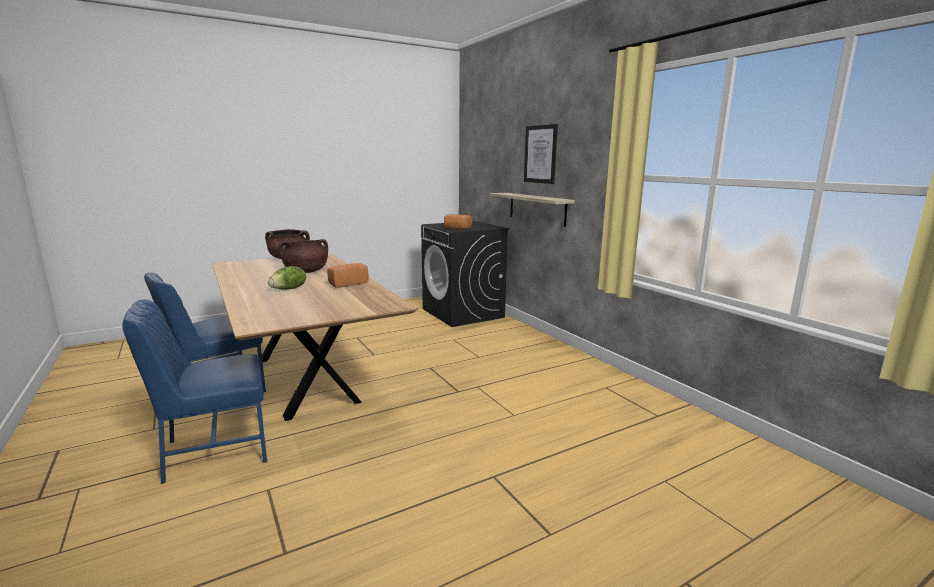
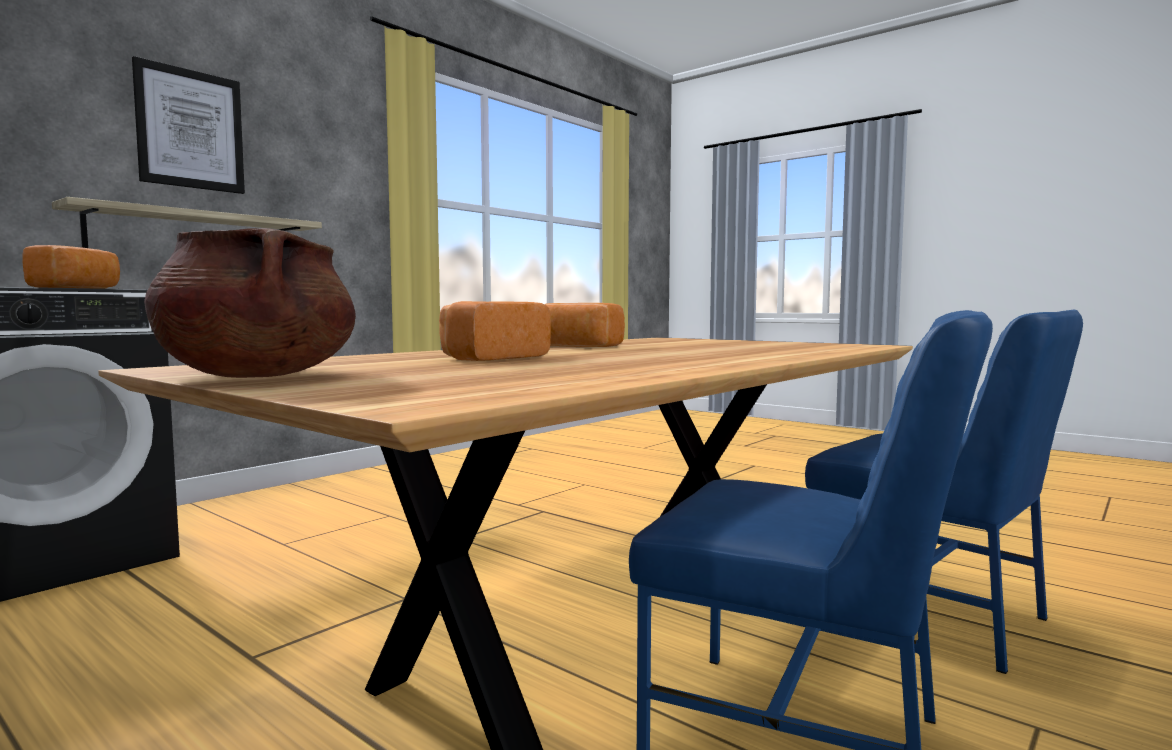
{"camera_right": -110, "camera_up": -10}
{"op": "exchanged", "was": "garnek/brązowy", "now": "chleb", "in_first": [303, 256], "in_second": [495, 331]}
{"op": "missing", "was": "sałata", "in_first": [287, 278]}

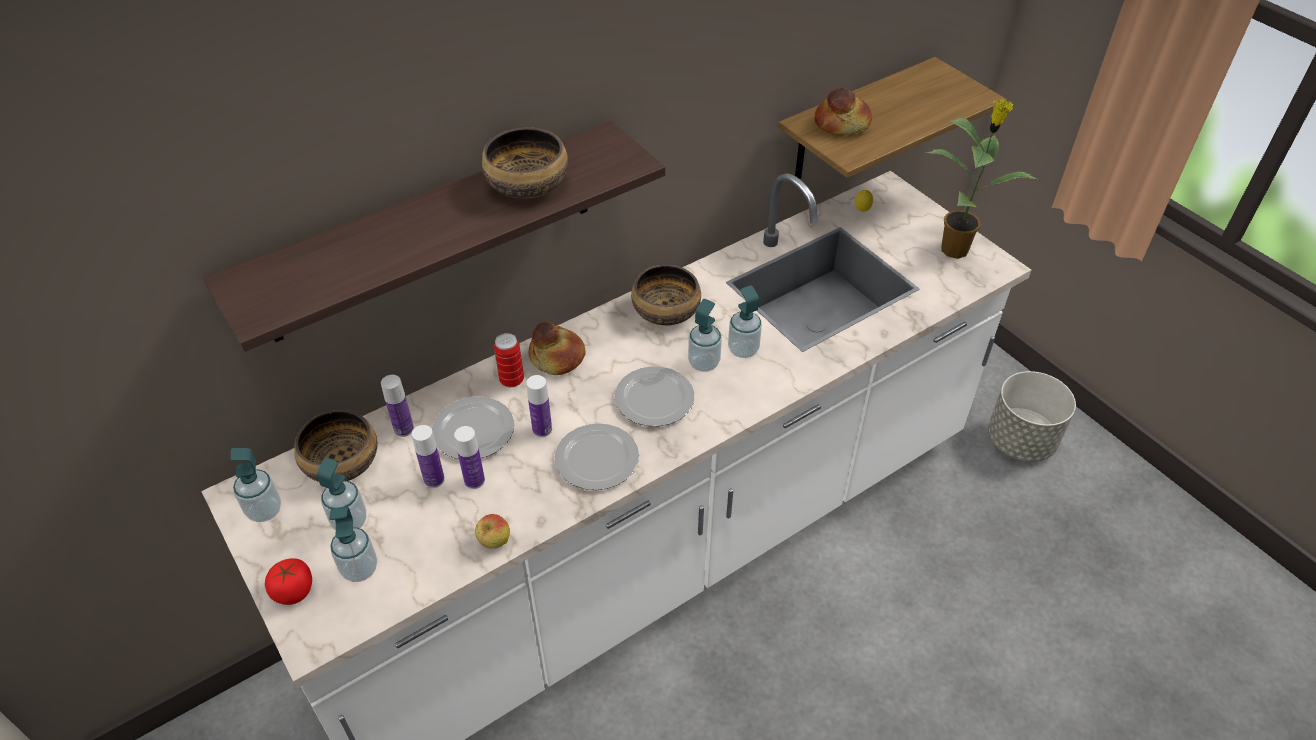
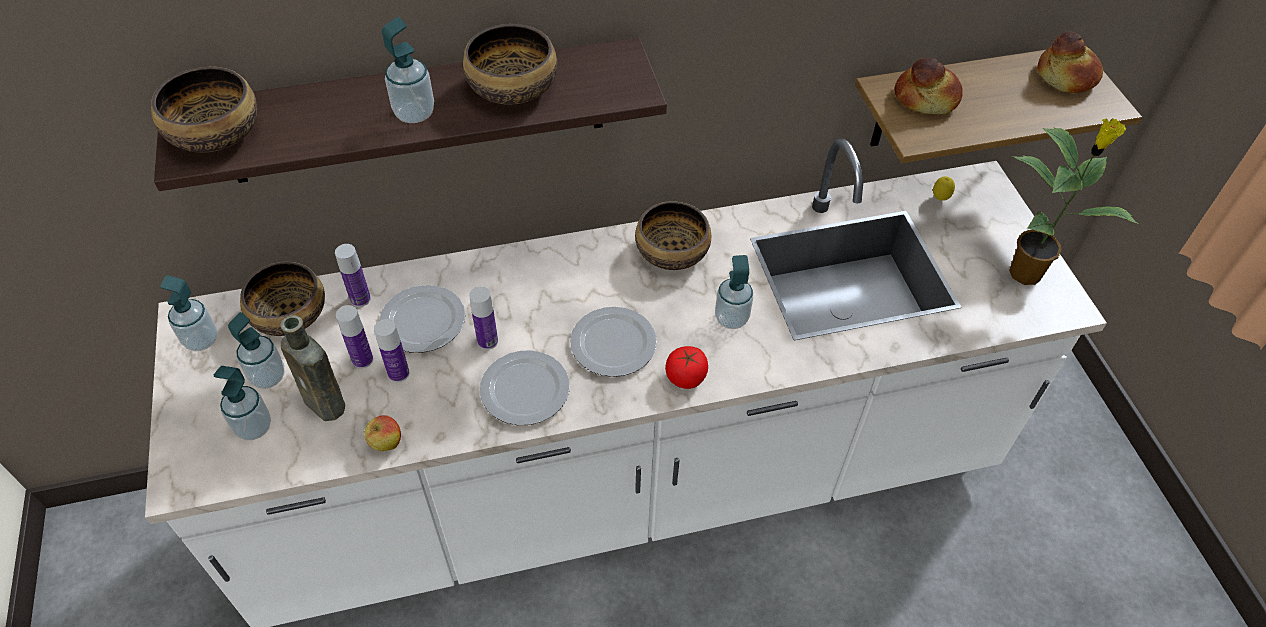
{"camera_right": 20, "camera_up": 5}
{"op": "relocated", "was": "dozownik mydła", "in_first": [705, 335], "in_second": [408, 70]}
{"op": "relocated", "was": "chleb", "in_first": [557, 348], "in_second": [1070, 62]}
{"op": "missing", "was": "puszka", "in_first": [509, 360]}
{"op": "missing", "was": "donica/szary", "in_first": [1032, 416]}
{"op": "relocated", "was": "pomidor", "in_first": [288, 581], "in_second": [686, 367]}
{"op": "appeared", "now": "miska", "in_second": [204, 110]}
{"op": "appeared", "now": "butelka/brązowy", "in_second": [312, 368]}

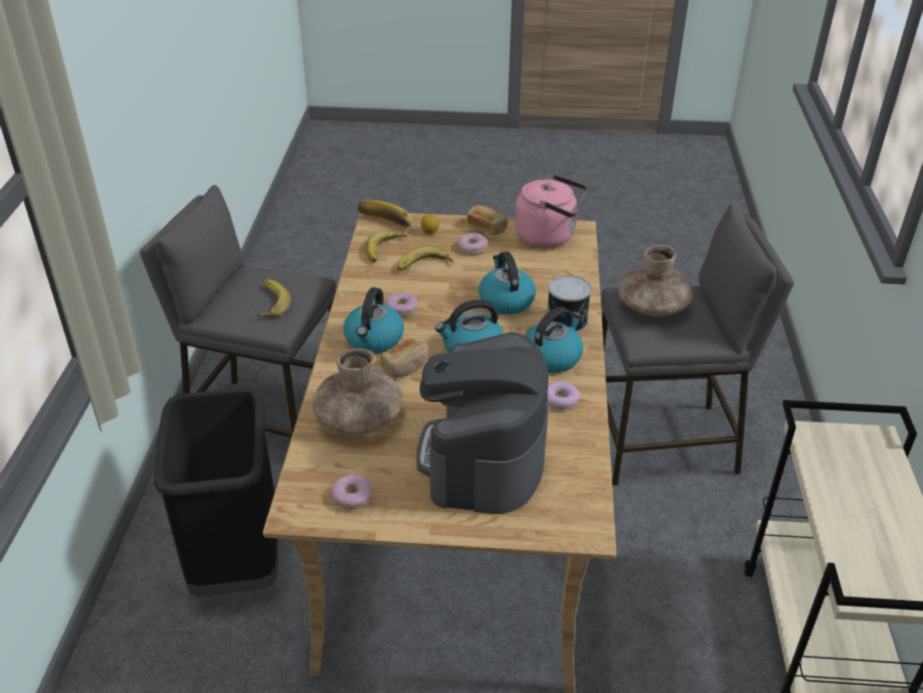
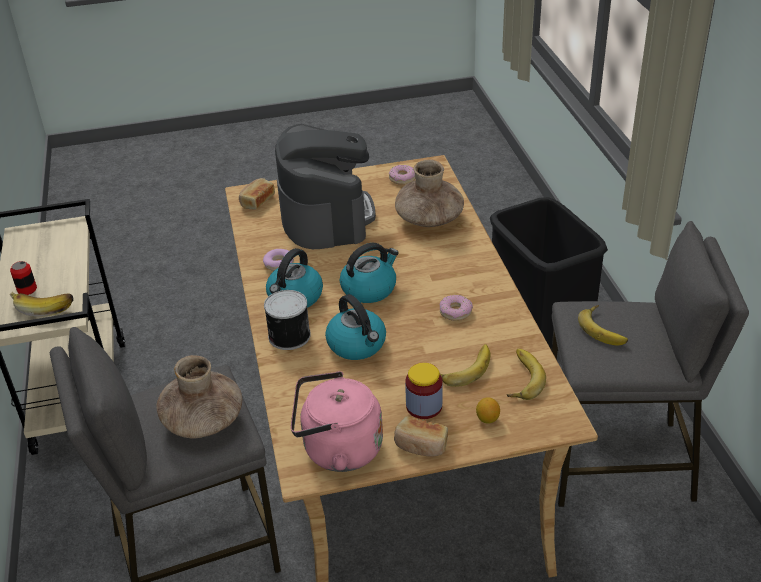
{"camera_right": 165, "camera_up": 0}
{"op": "relocated", "was": "banan", "in_first": [386, 213], "in_second": [41, 304]}
{"op": "exchanged", "was": "donut", "now": "słoik", "in_first": [472, 244], "in_second": [424, 391]}
{"op": "missing", "was": "czajnik", "in_first": [373, 320]}
{"op": "relocated", "was": "chleb", "in_first": [404, 358], "in_second": [257, 194]}
{"op": "appeared", "now": "puszka", "in_second": [23, 278]}

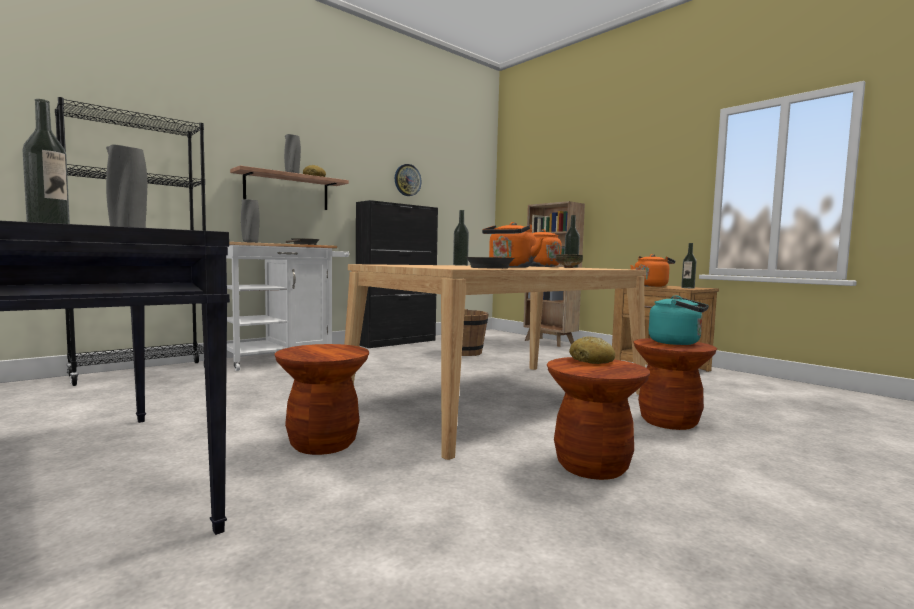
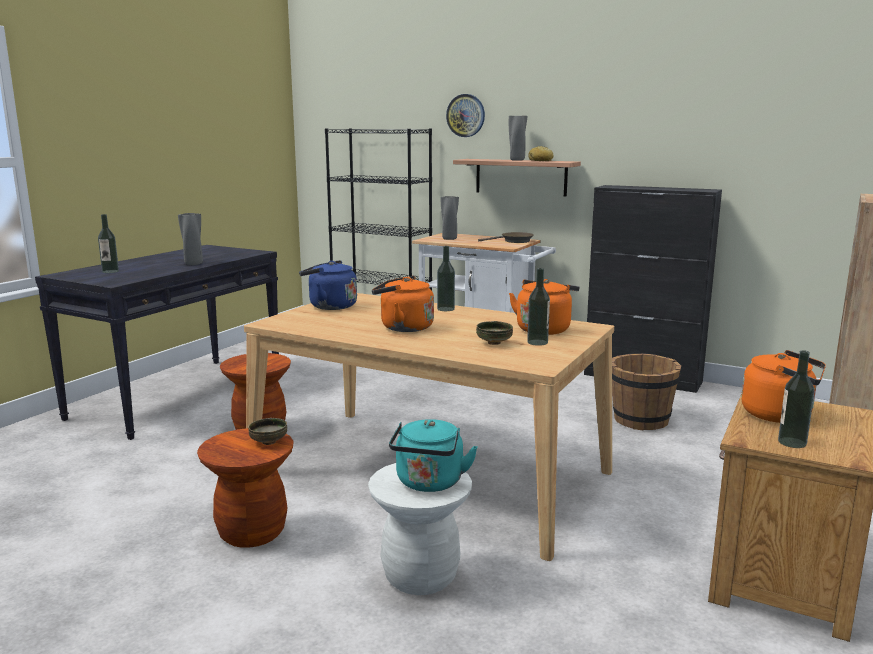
{"camera_right": 70, "camera_up": 10}
{"op": "relocated", "was": "zegar ścienny", "in_first": [408, 180], "in_second": [465, 115]}
{"op": "missing", "was": "patelnia/brązowy", "in_first": [490, 263]}
{"op": "exchanged", "was": "chleb", "now": "miska", "in_first": [592, 350], "in_second": [267, 431]}
{"op": "colour", "was": "stołek/brązowy", "now": "stołek/biały", "in_first": [675, 384], "in_second": [420, 529]}
{"op": "appeared", "now": "czajnik/niebieski", "in_second": [328, 285]}

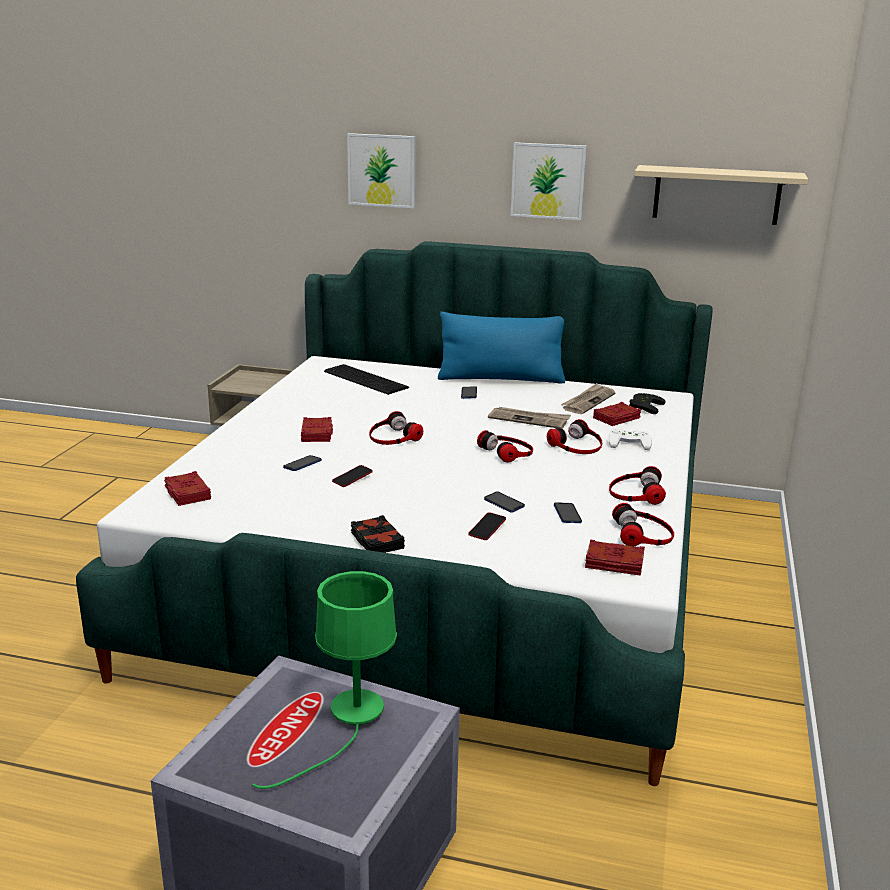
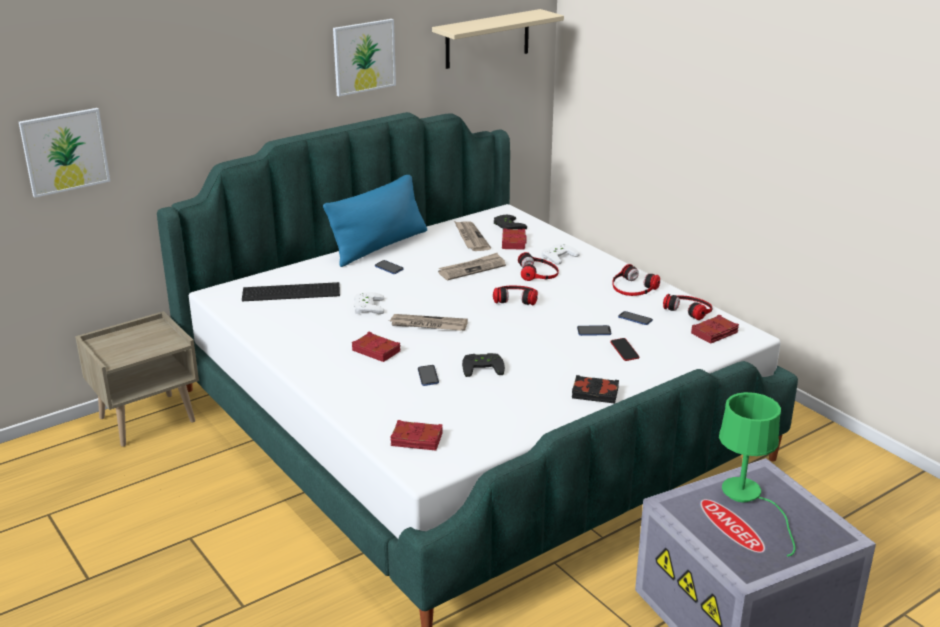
{"camera_right": -50, "camera_up": 5}
{"op": "relocated", "was": "obraz", "in_first": [381, 170], "in_second": [64, 153]}
{"op": "exchanged", "was": "słuchawki", "now": "gazeta", "in_first": [396, 428], "in_second": [429, 322]}
{"op": "exchanged", "was": "telefon", "now": "pad do gier/czarny", "in_first": [352, 476], "in_second": [483, 365]}
{"op": "appeared", "now": "pad do gier/biały", "in_second": [369, 303]}

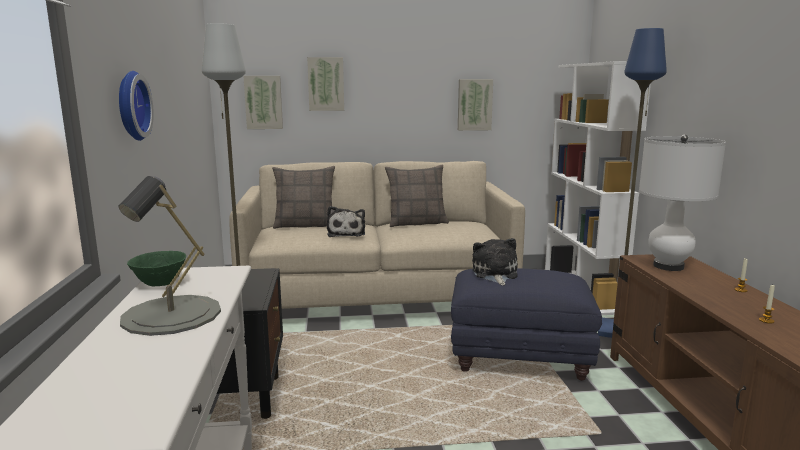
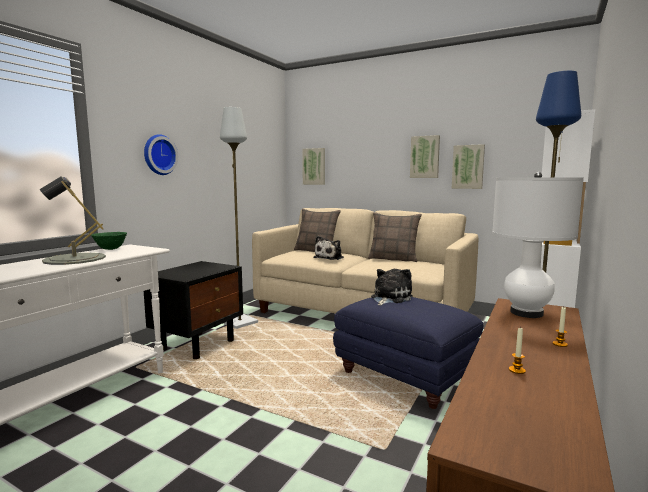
{"camera_right": 35, "camera_up": -5}
{"op": "relocated", "was": "obraz", "in_first": [325, 84], "in_second": [425, 156]}

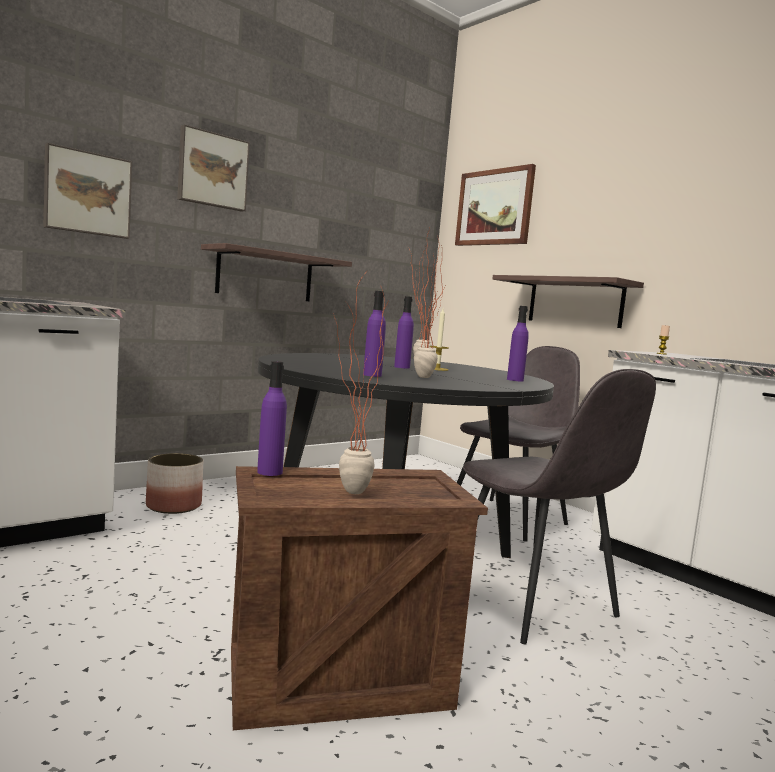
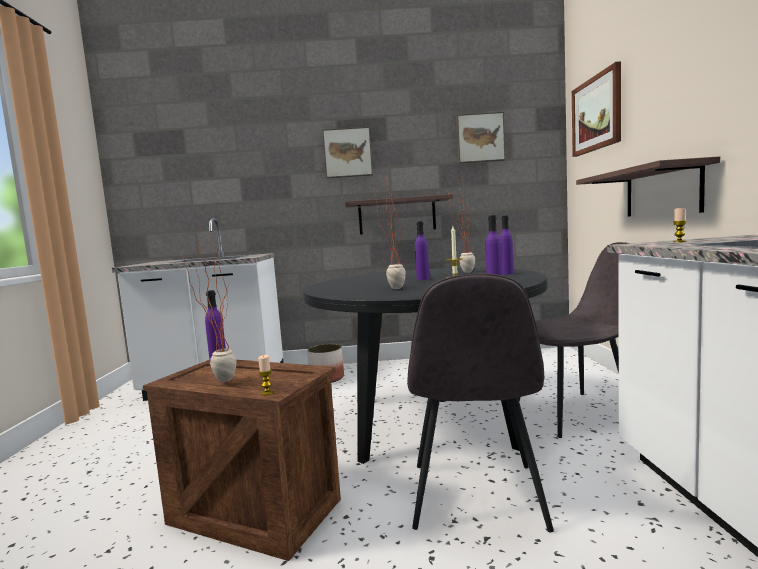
{"camera_right": 40, "camera_up": 0}
{"op": "relocated", "was": "obraz", "in_first": [88, 191], "in_second": [480, 138]}
{"op": "relocated", "was": "butelka/fioletowy", "in_first": [374, 334], "in_second": [506, 245]}
{"op": "appeared", "now": "świeca", "in_second": [266, 375]}

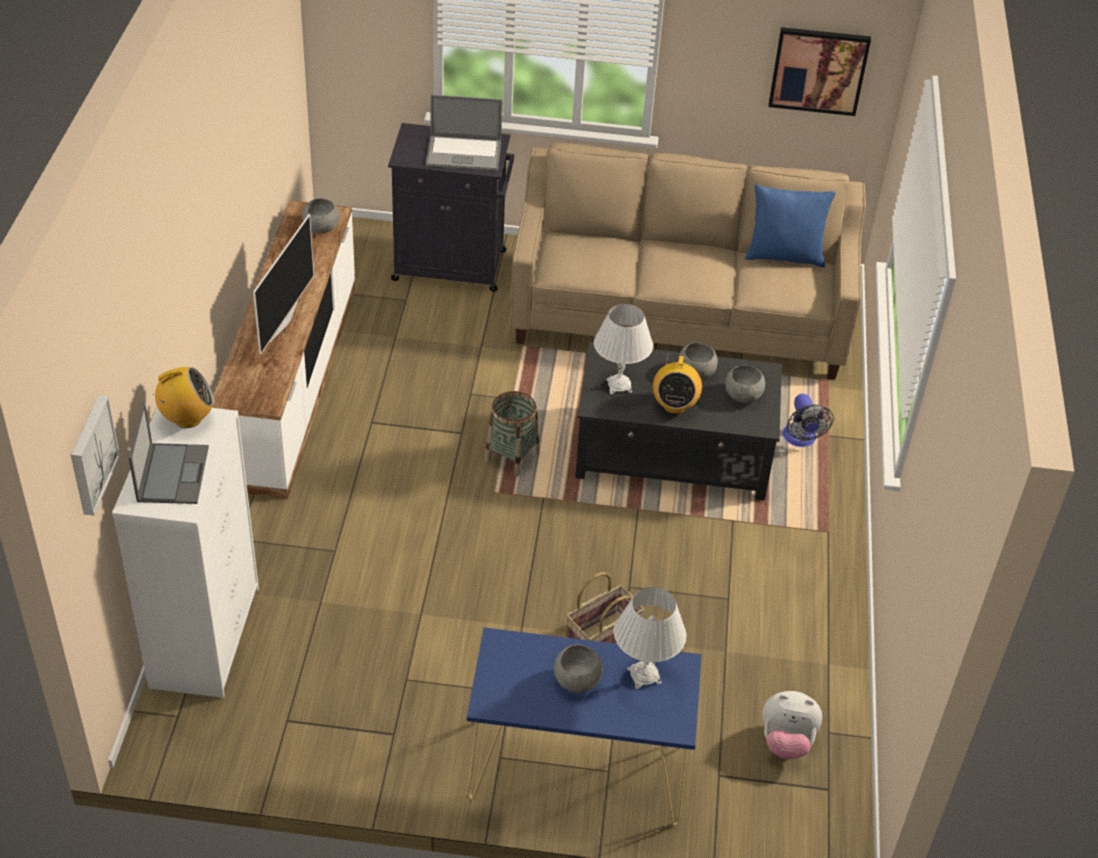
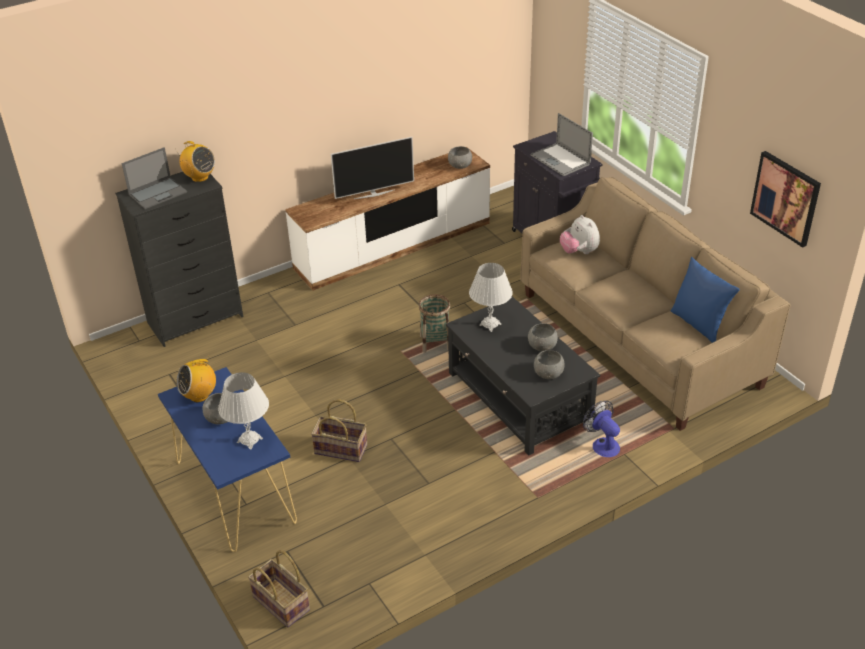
{"camera_right": 55, "camera_up": -5}
{"op": "relocated", "was": "radio", "in_first": [677, 383], "in_second": [196, 379]}
{"op": "spun", "was": "wentylator", "in_first": [808, 420], "in_second": [601, 429], "clockwise": 105}
{"op": "missing", "was": "obraz", "in_first": [95, 455]}
{"op": "colour", "was": "komoda/biały", "now": "komoda/czarny", "in_first": [185, 552], "in_second": [179, 259]}
{"op": "relocated", "was": "pluszak", "in_first": [792, 725], "in_second": [580, 234]}
{"op": "appeared", "now": "koszyk", "in_second": [279, 588]}

